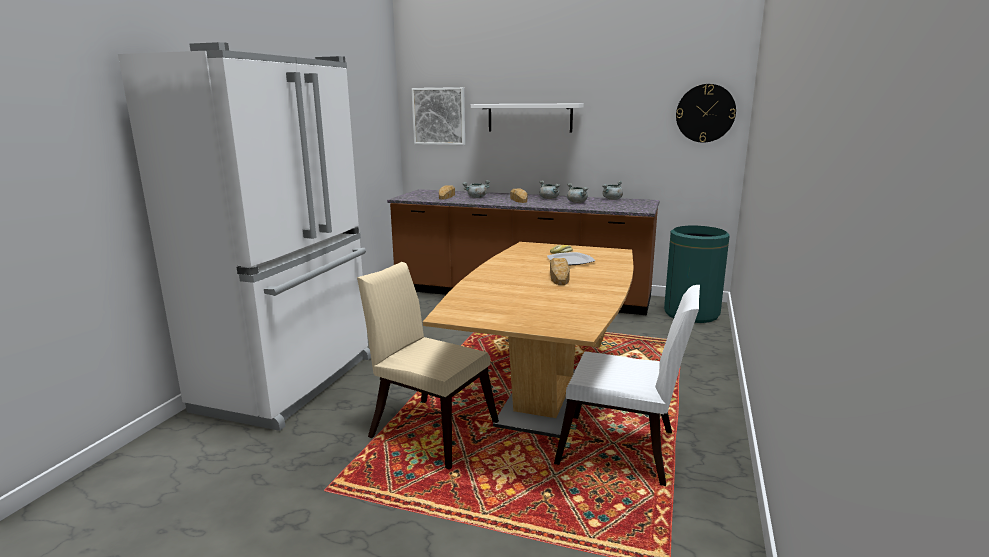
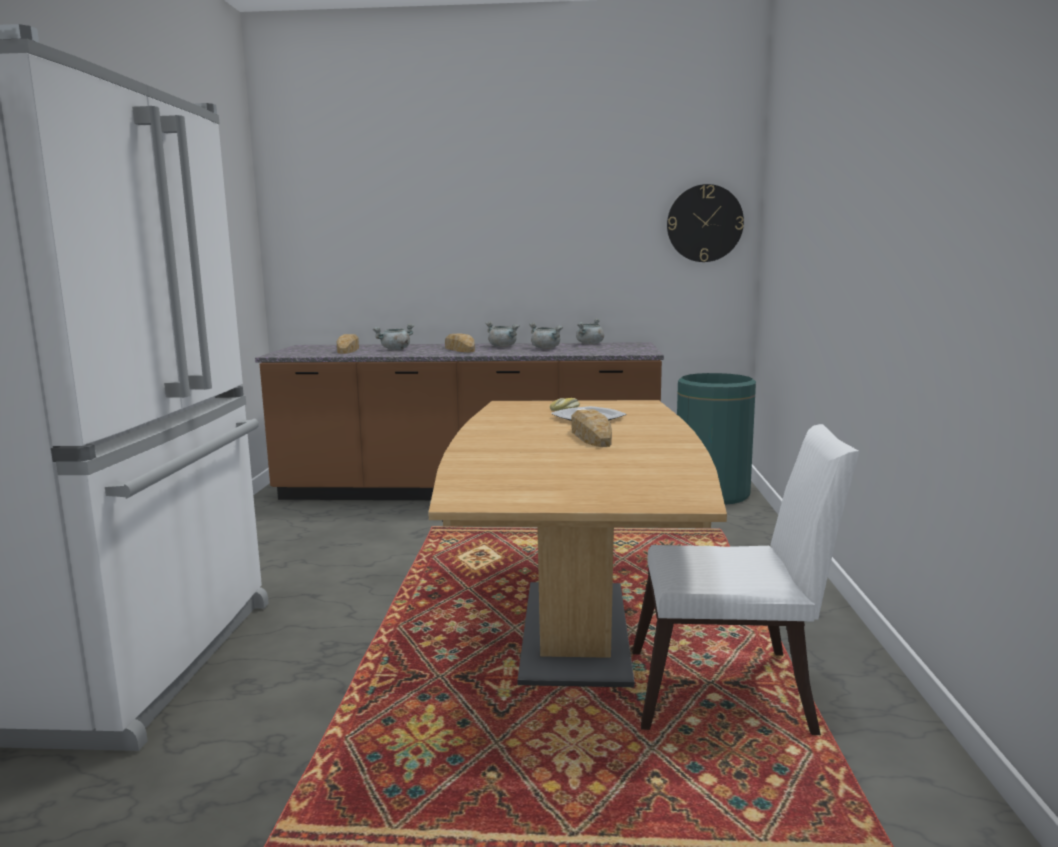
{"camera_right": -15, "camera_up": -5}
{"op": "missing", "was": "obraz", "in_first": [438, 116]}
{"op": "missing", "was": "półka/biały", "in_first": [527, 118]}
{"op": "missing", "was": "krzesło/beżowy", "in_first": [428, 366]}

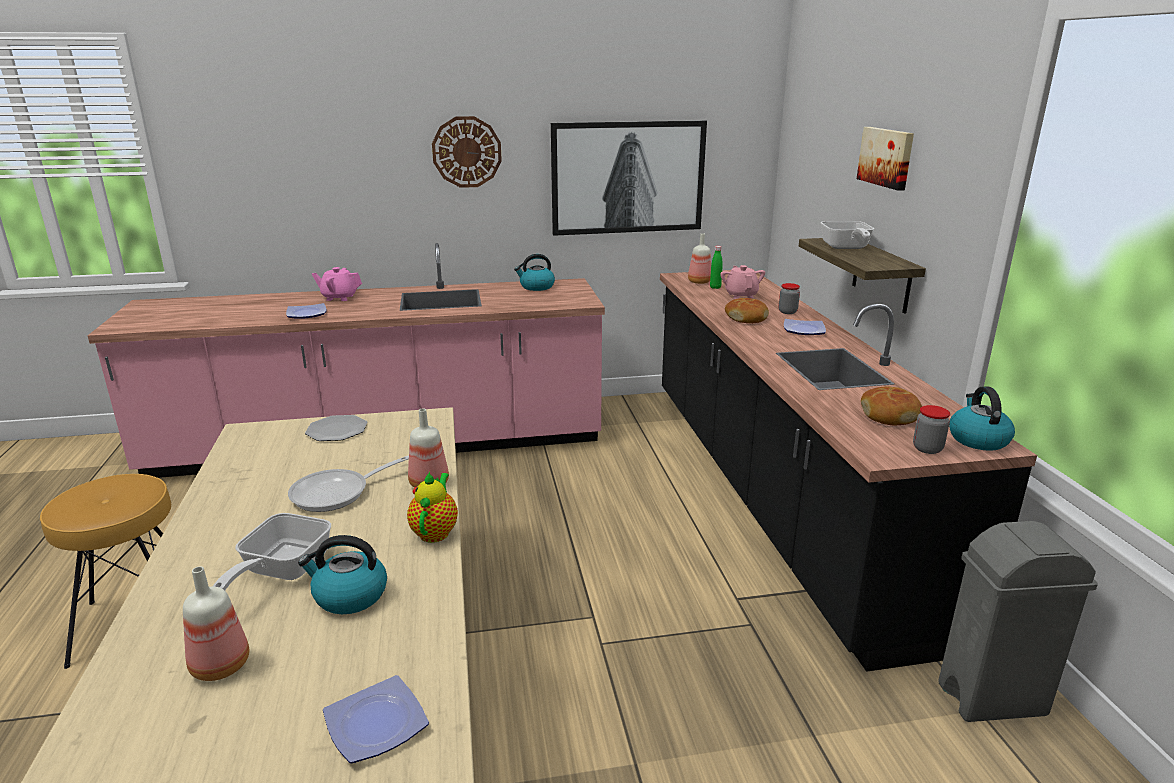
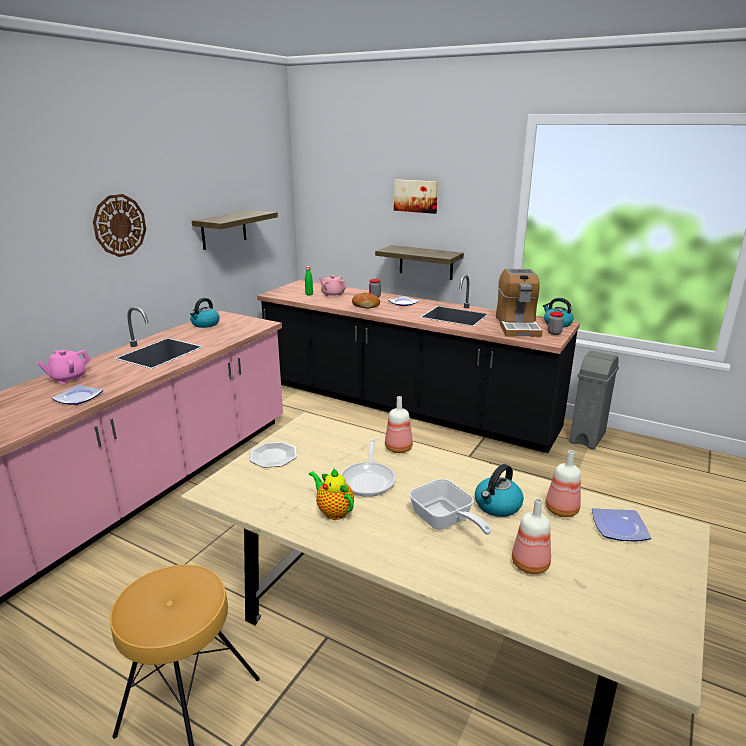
{"camera_right": -50, "camera_up": 0}
{"op": "exchanged", "was": "obraz", "now": "półka", "in_first": [629, 178], "in_second": [235, 230]}
{"op": "missing", "was": "patelnia", "in_first": [847, 235]}
{"op": "relocated", "was": "butelka", "in_first": [699, 258], "in_second": [563, 483]}
{"op": "exchanged", "was": "chleb", "now": "ekspres do kawy", "in_first": [891, 406], "in_second": [519, 303]}
{"op": "relocated", "was": "imbryk", "in_first": [432, 507], "in_second": [331, 494]}

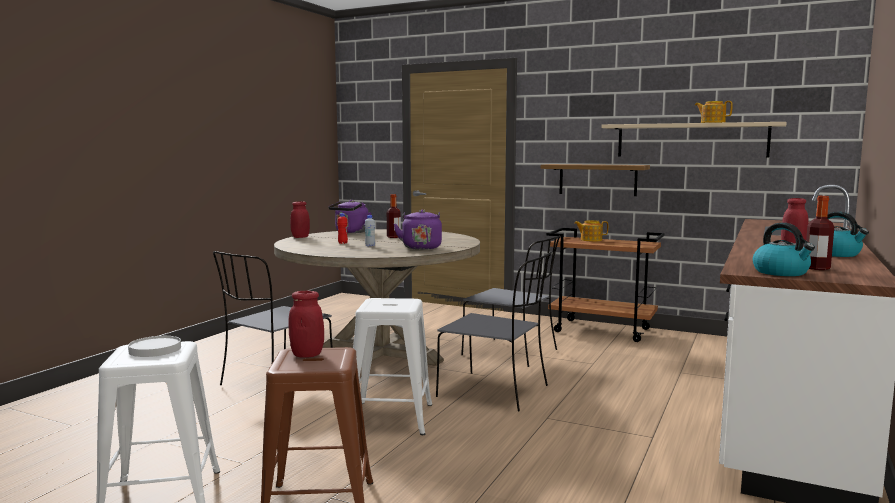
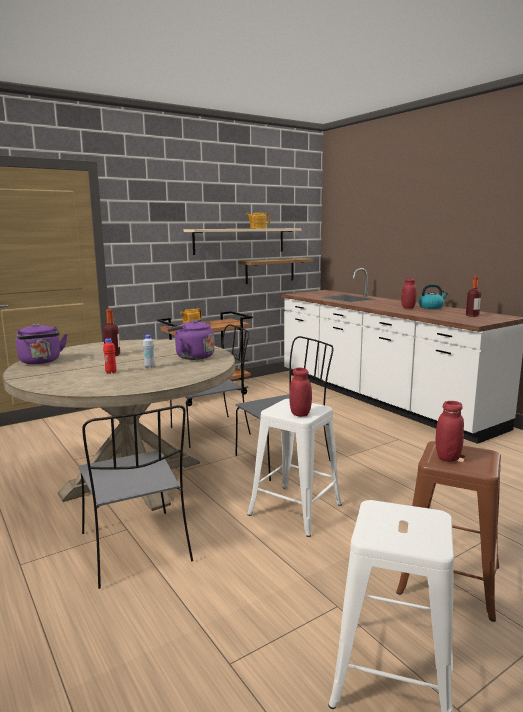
{"camera_right": -60, "camera_up": 5}
{"op": "relocated", "was": "półka", "in_first": [595, 180], "in_second": [276, 271]}
{"op": "relocated", "was": "słoik/czerwony", "in_first": [300, 219], "in_second": [300, 392]}
{"op": "missing", "was": "czajnik", "in_first": [784, 249]}
{"op": "missing", "was": "talerz/biały", "in_first": [154, 346]}

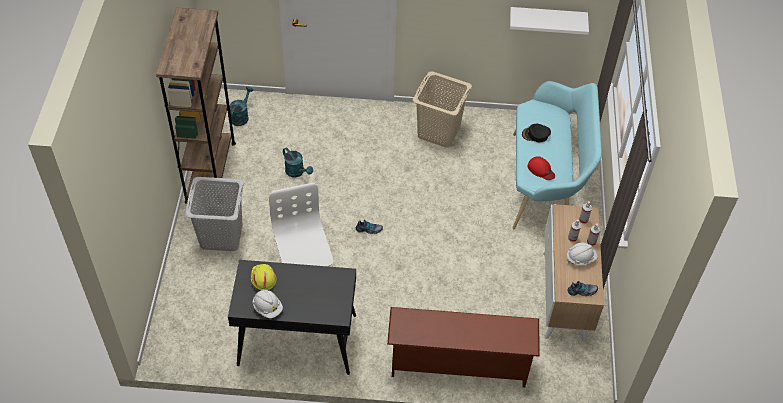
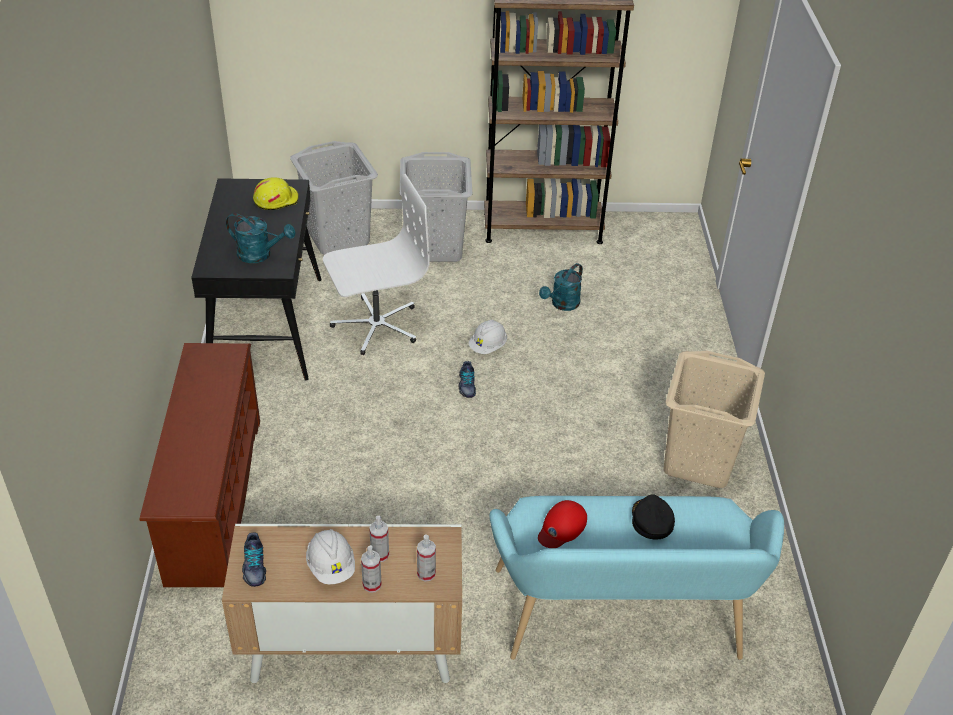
{"camera_right": 85, "camera_up": -10}
{"op": "missing", "was": "półka/biały", "in_first": [549, 21]}
{"op": "relocated", "was": "konewka/turkusowy", "in_first": [241, 106], "in_second": [261, 238]}
{"op": "relocated", "was": "kask/biały", "in_first": [268, 304], "in_second": [487, 337]}
{"op": "appeared", "now": "kosz na pranie/szary", "in_second": [334, 198]}

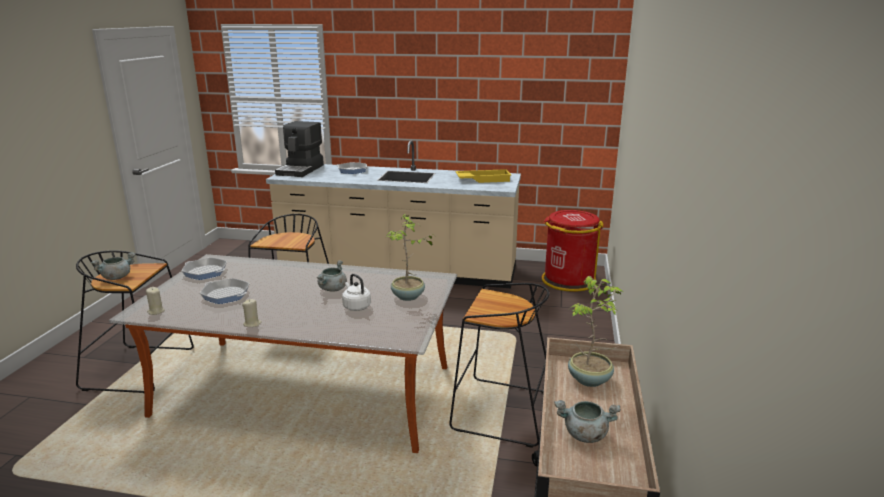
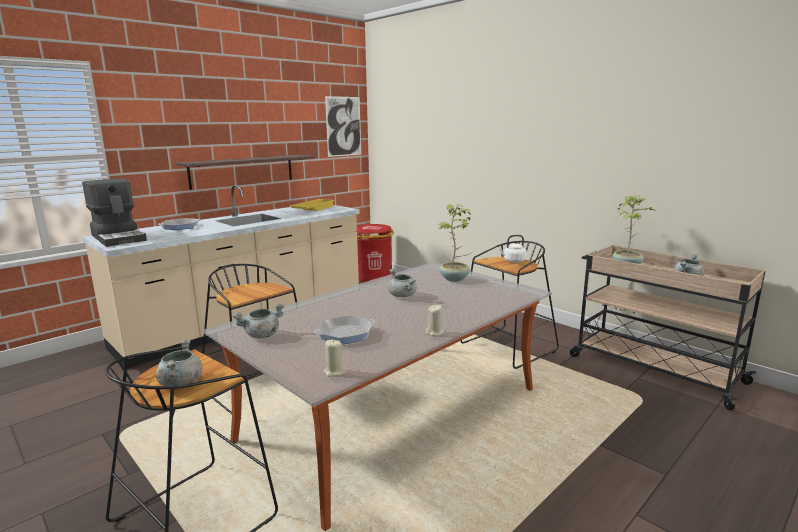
{"camera_right": -55, "camera_up": -5}
{"op": "exchanged", "was": "patelnia", "now": "garnek/szary", "in_first": [204, 269], "in_second": [258, 320]}
{"op": "relocated", "was": "czajnik/biały", "in_first": [356, 292], "in_second": [512, 249]}
{"op": "appeared", "now": "obraz", "in_second": [343, 126]}
{"op": "appeared", "now": "półka", "in_second": [244, 172]}

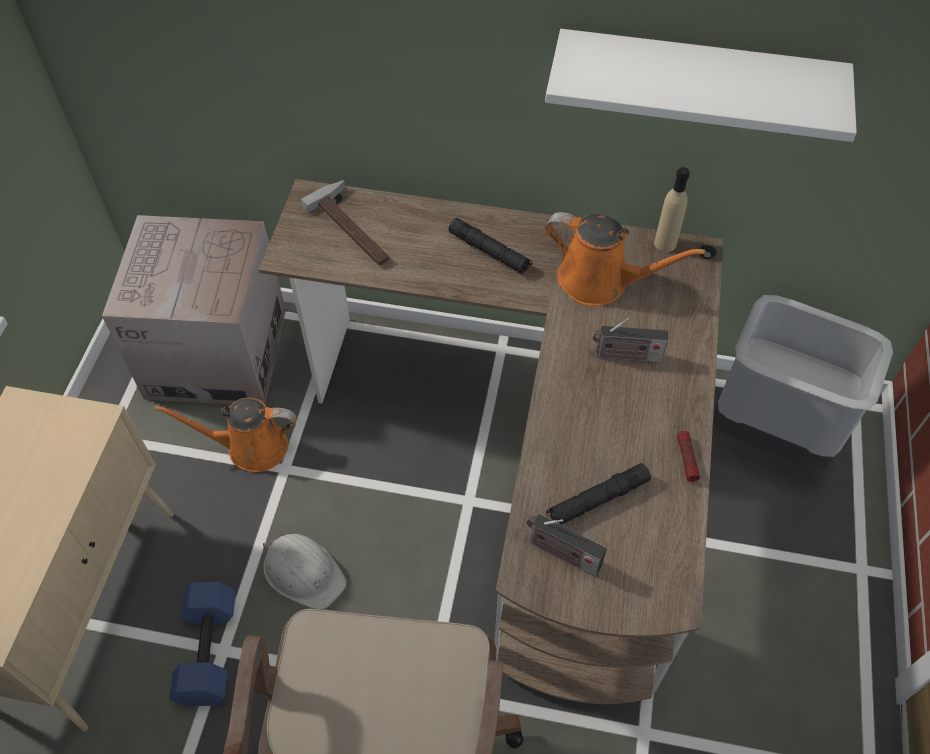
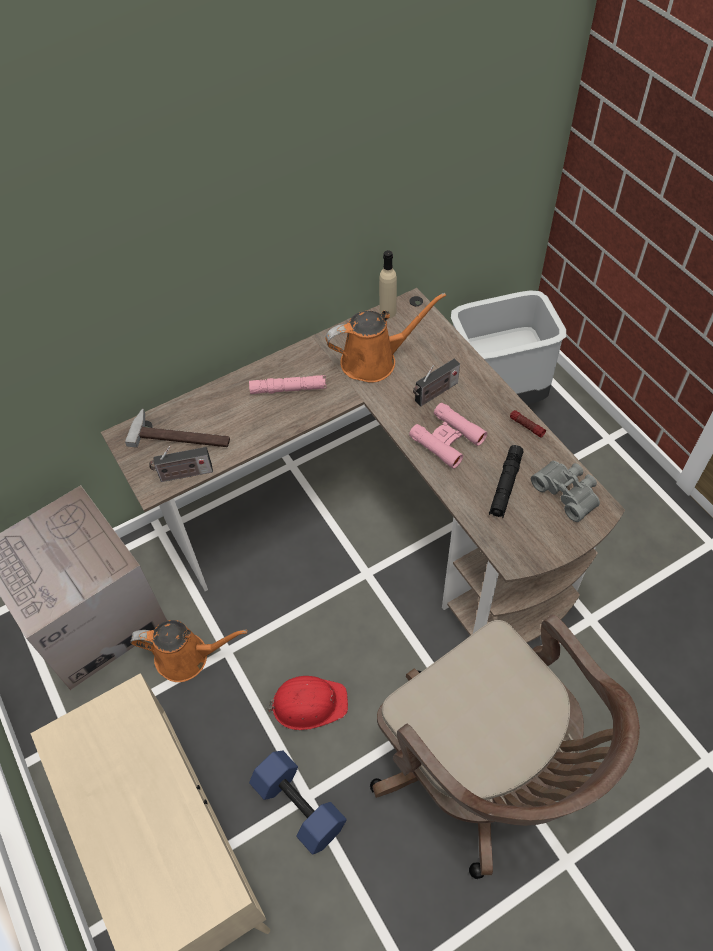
{"camera_right": -40, "camera_up": 0}
{"op": "missing", "was": "półka/biały", "in_first": [701, 85]}
{"op": "colour", "was": "latarka/czarny", "now": "latarka/różowy", "in_first": [490, 246], "in_second": [287, 384]}
{"op": "spun", "was": "konewka/pomarańczowy", "in_first": [225, 435], "in_second": [189, 651], "clockwise": -135}
{"op": "relocated", "was": "radio", "in_first": [567, 545], "in_second": [181, 464]}
{"op": "colour", "was": "kask/biały", "now": "kask/czerwony", "in_first": [305, 571], "in_second": [307, 703]}
{"op": "appeared", "now": "lornetka/różowy", "in_second": [448, 436]}
{"op": "appeared", "now": "lornetka/szary", "in_second": [565, 491]}

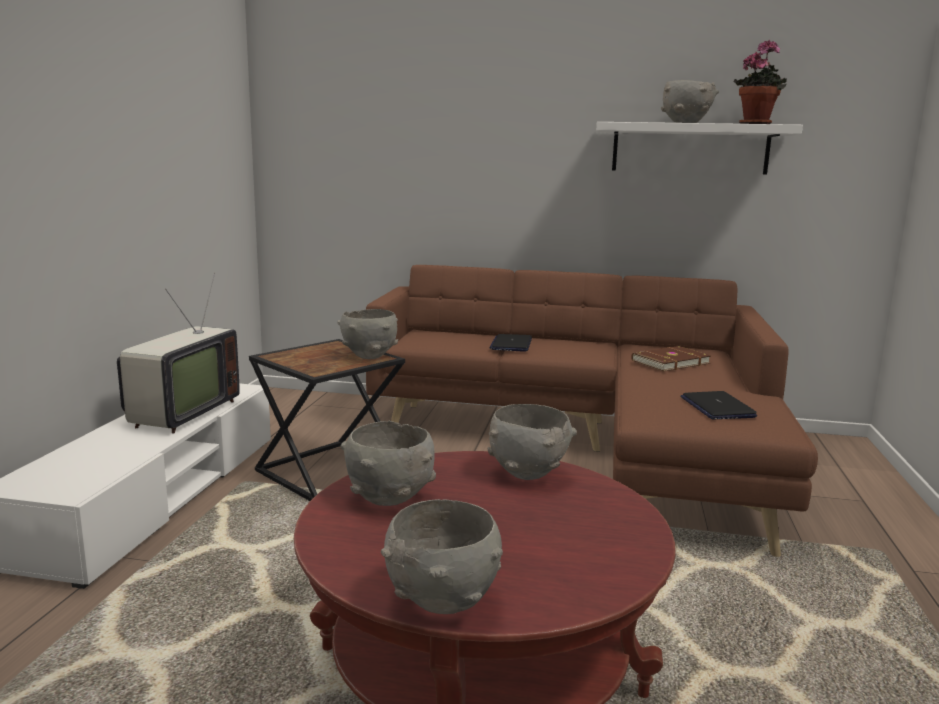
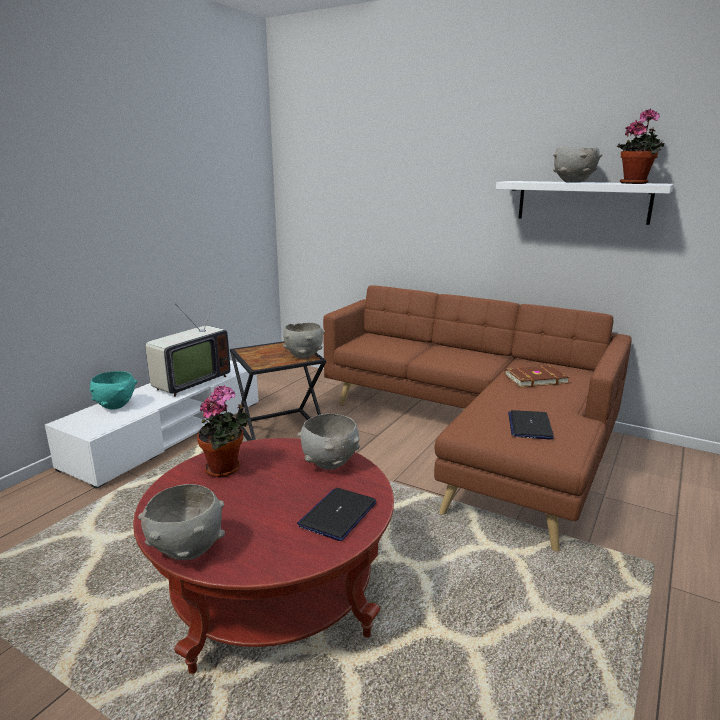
{"camera_right": 20, "camera_up": 5}
{"op": "relocated", "was": "laptop", "in_first": [511, 343], "in_second": [337, 514]}
{"op": "exchanged", "was": "miska/szary", "now": "roślina doniczkowa", "in_first": [388, 463], "in_second": [223, 431]}
{"op": "appeared", "now": "miska/turkusowy", "in_second": [113, 390]}

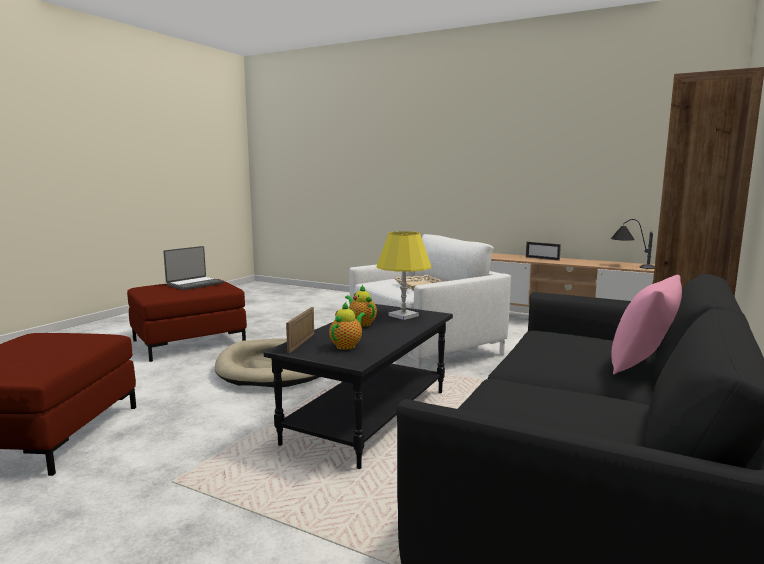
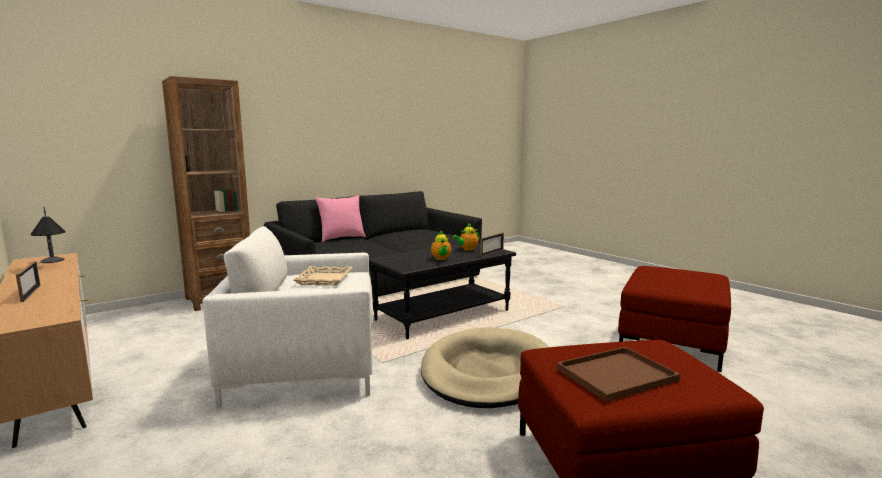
{"camera_right": -155, "camera_up": 0}
{"op": "missing", "was": "lampa stołowa/żółty", "in_first": [403, 275]}
{"op": "exchanged", "was": "laptop", "now": "taca/brązowy", "in_first": [193, 268], "in_second": [618, 374]}

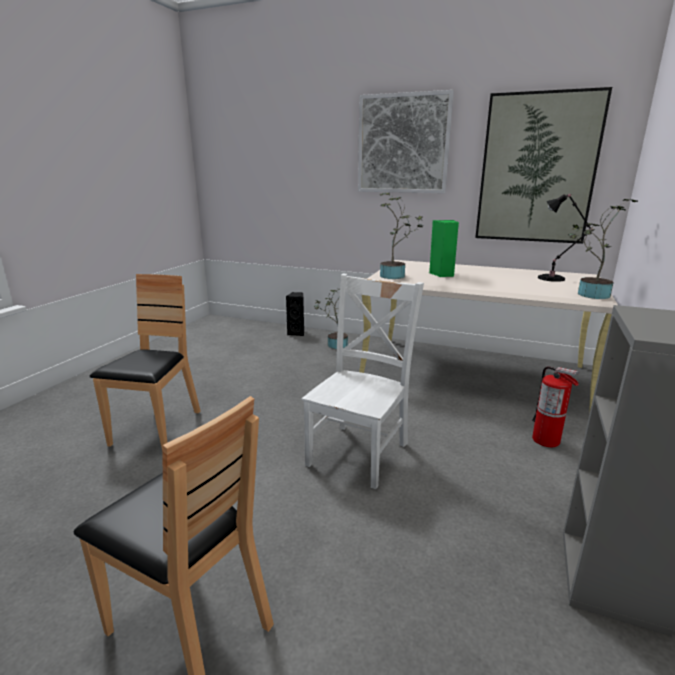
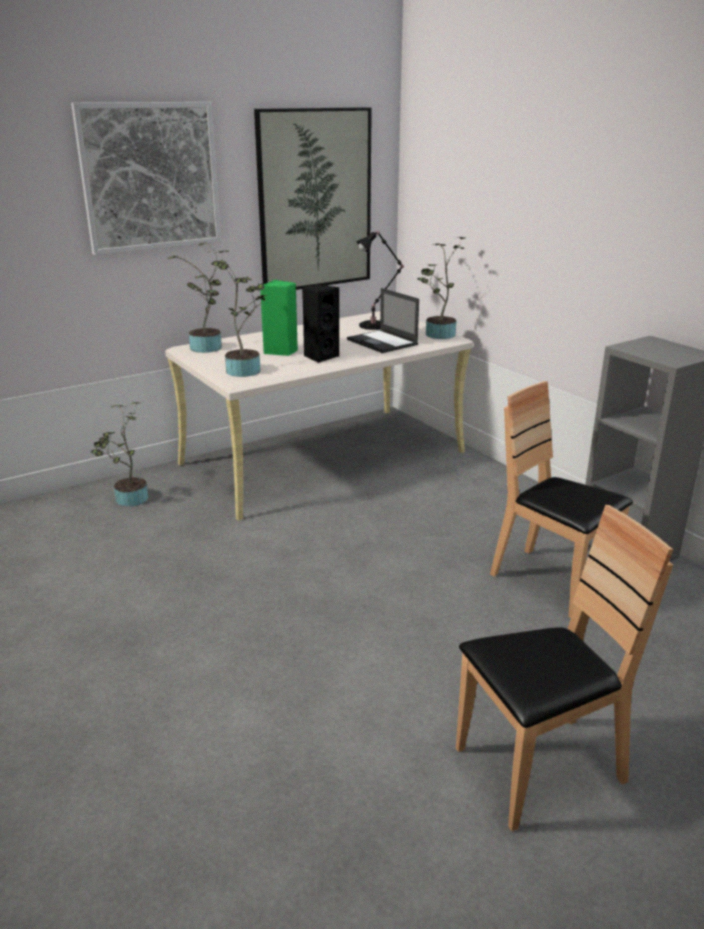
{"camera_right": -55, "camera_up": 5}
{"op": "relocated", "was": "krzesło/brązowy", "in_first": [145, 363], "in_second": [561, 499]}
{"op": "missing", "was": "krzesło/biały", "in_first": [363, 381]}
{"op": "relocated", "was": "głośnik/czarny", "in_first": [295, 314], "in_second": [321, 323]}
{"op": "missing", "was": "gaśnica", "in_first": [555, 406]}
{"op": "appeared", "now": "roślina doniczkowa", "in_second": [198, 297]}
{"op": "appeared", "now": "laptop", "in_second": [383, 320]}

